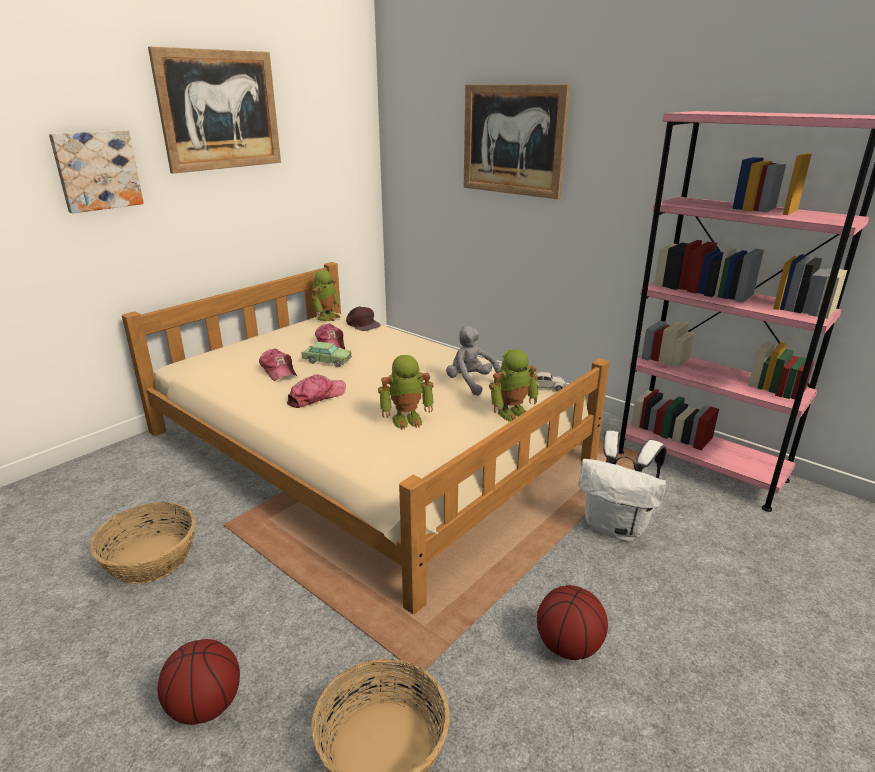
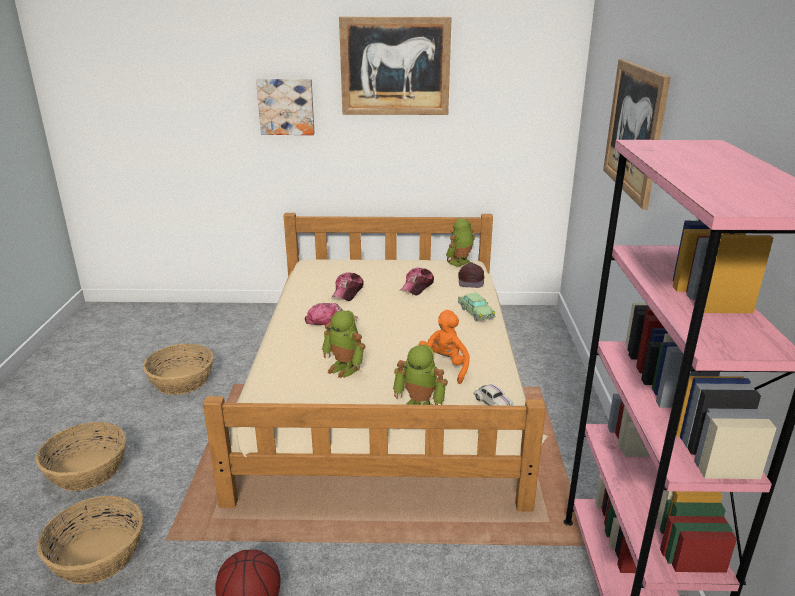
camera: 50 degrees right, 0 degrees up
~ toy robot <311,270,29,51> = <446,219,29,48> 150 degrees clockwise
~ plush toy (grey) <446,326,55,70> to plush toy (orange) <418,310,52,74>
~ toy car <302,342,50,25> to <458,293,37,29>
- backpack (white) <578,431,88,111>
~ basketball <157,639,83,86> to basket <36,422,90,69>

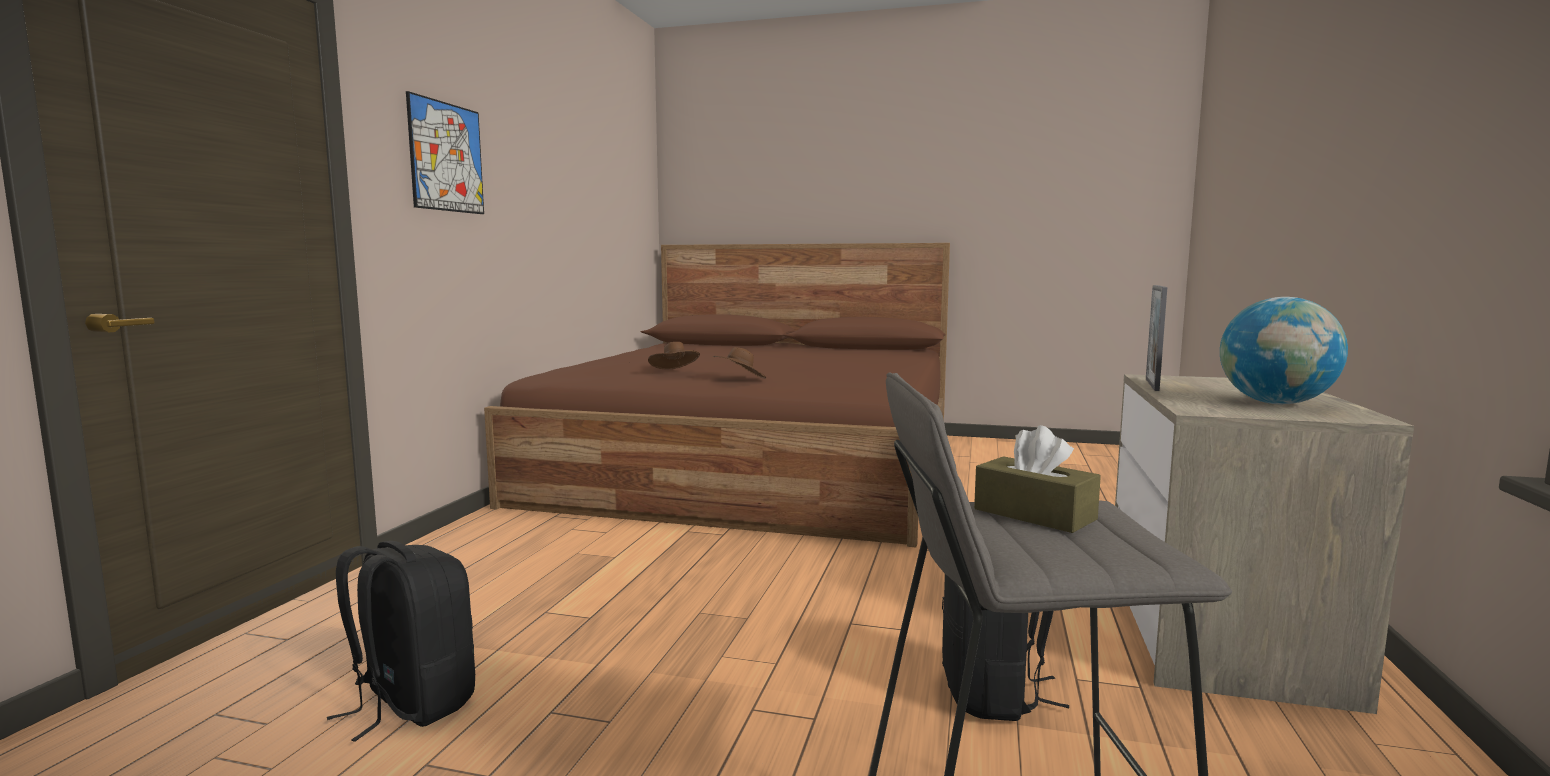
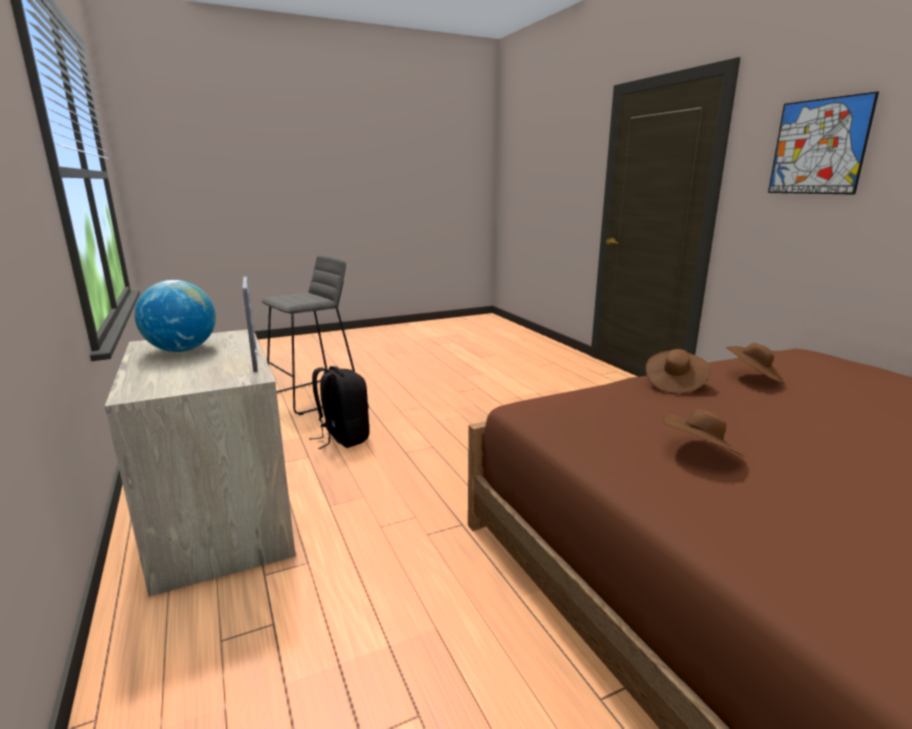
camera: 140 degrees right, 10 degrees up
- tissue box (brown) <974,425,127,108>
- backpack (black) <327,541,148,201>
+ hat (brown) <662,409,82,48>

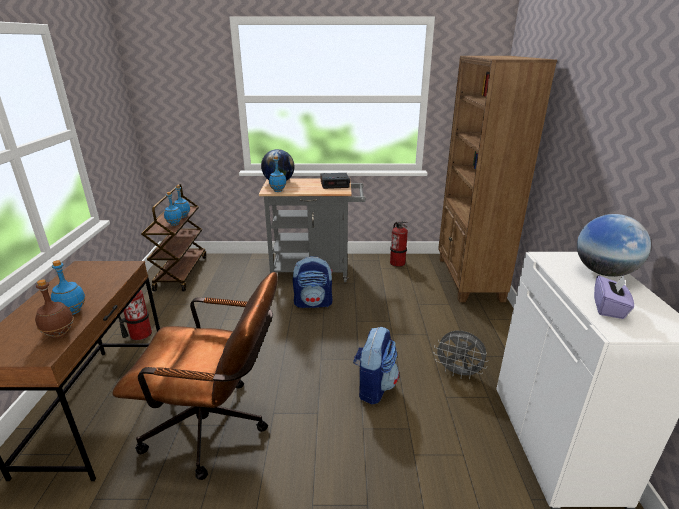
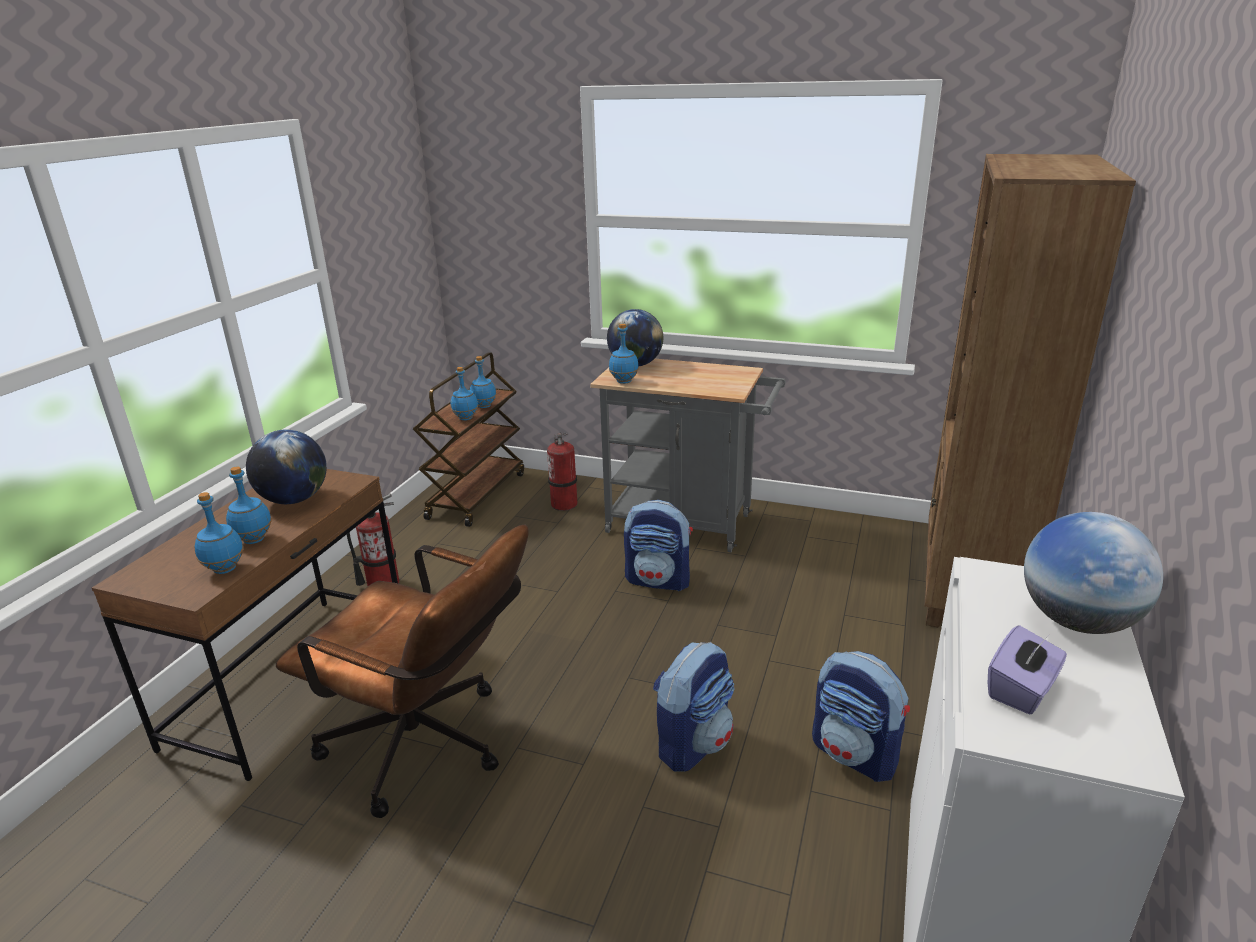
camera: 20 degrees right, 0 degrees up
- alarm clock <320,173,30,16>
~ fire extinguisher <390,221,18,46> to <547,432,30,79>
~ bottle (brown) <35,279,39,59> to bottle (blue) <195,492,49,82>
~ fan (grey) <434,331,55,48> to backpack <812,651,98,131>
+ globe <246,429,81,75>

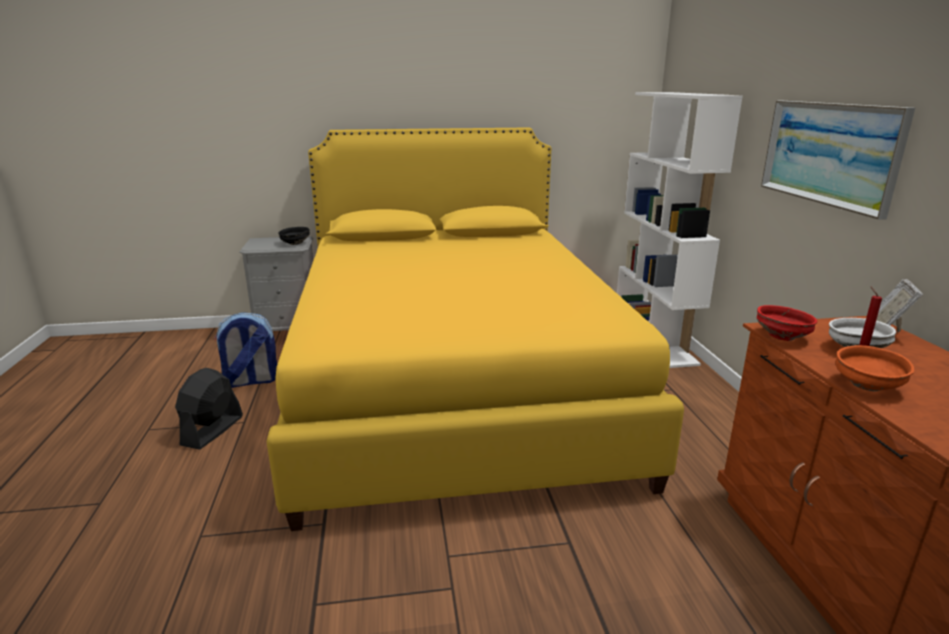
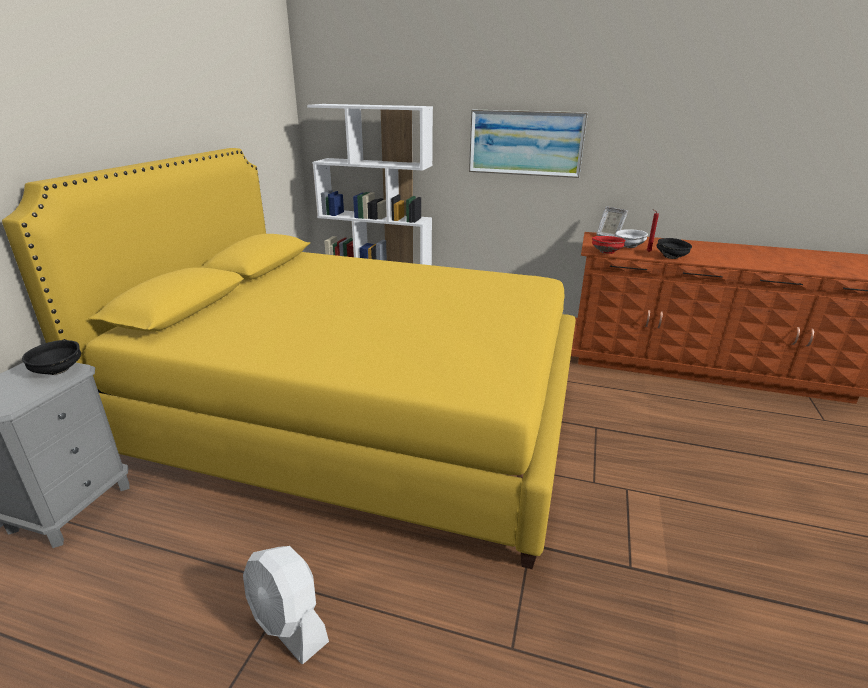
camera: 65 degrees left, 5 degrees up
- backpack <214,312,63,76>
~ bowl (orange) <835,345,79,46> to bowl (black) <656,238,36,21>
~ fan (black) <175,368,68,82> to fan (white) <243,546,86,118>

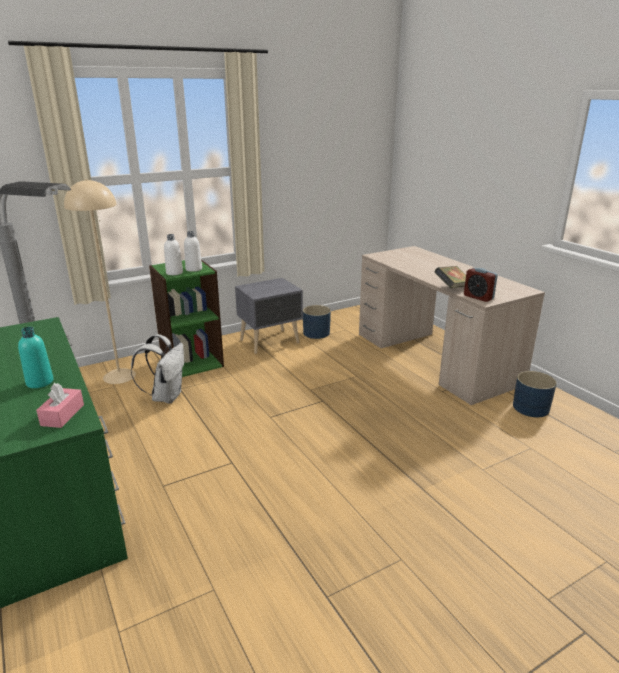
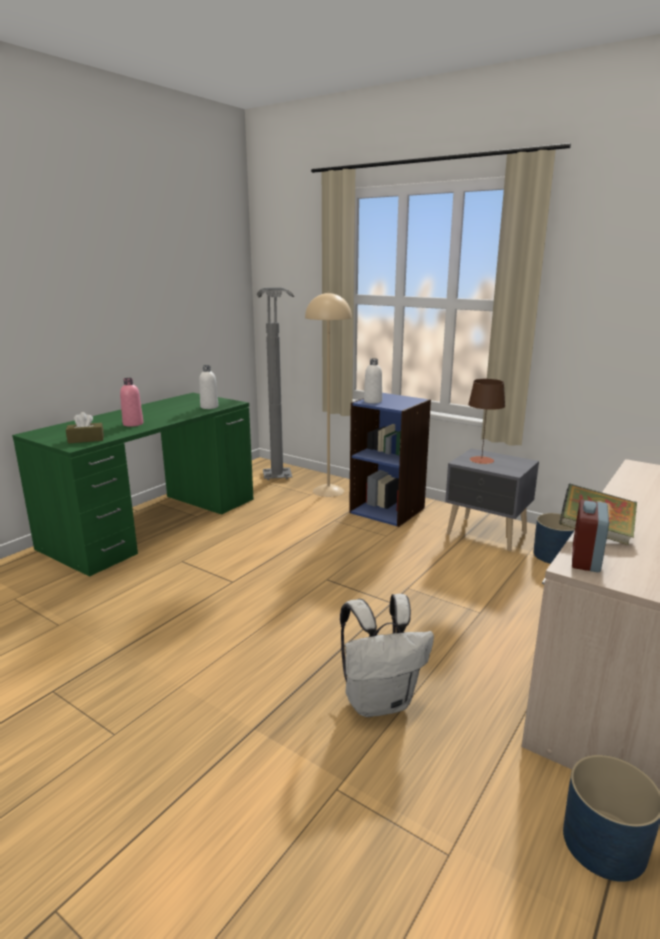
camera: 65 degrees right, 5 degrees down
~ bottle (white) <184,231,18,41> to <199,365,19,44>
~ bookcase (green) <149,260,75,117> to bookcase (blue) <349,393,82,134>
~ bottle (turquoise) <18,327,36,61> to bottle (pink) <120,378,23,49>
~ backpack (white) <131,334,53,70> to <340,594,94,123>
~ tissue box (pink) <36,383,48,45> to tissue box (brown) <66,412,38,32>
+ table lamp (brown) <468,379,37,85>

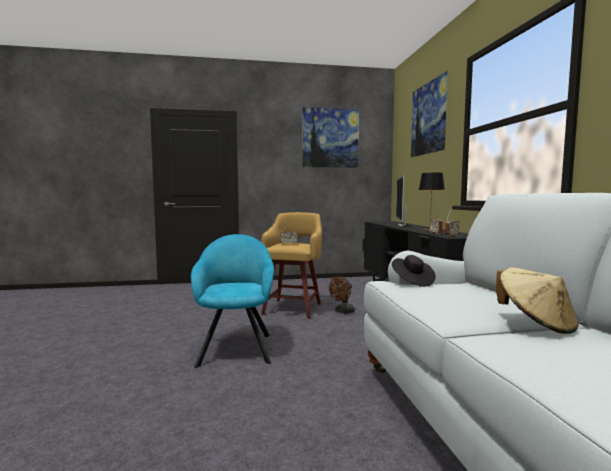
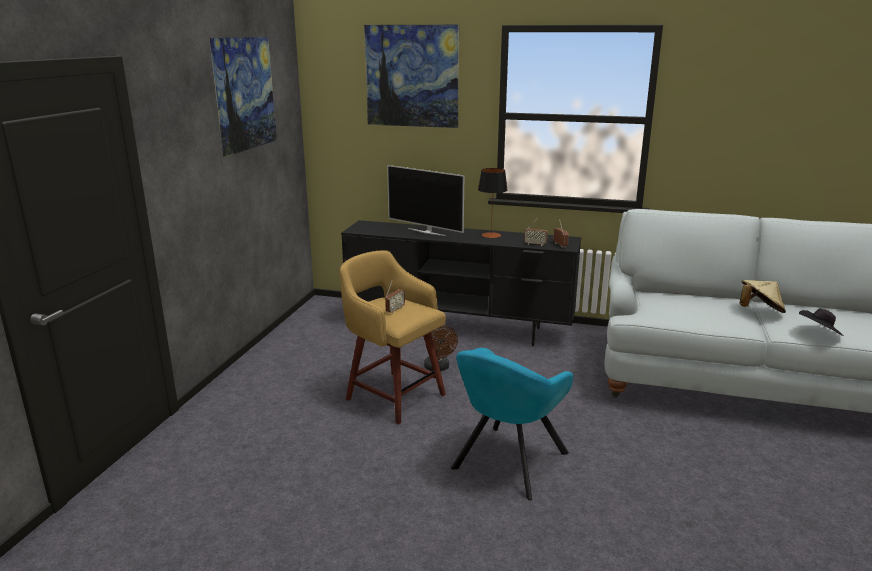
camera: 65 degrees left, 15 degrees up
~ armchair (turquoise) <191,234,83,134> = <451,348,122,153> 75 degrees counterclockwise
~ hat (black) <392,255,43,32> to <799,308,45,28>

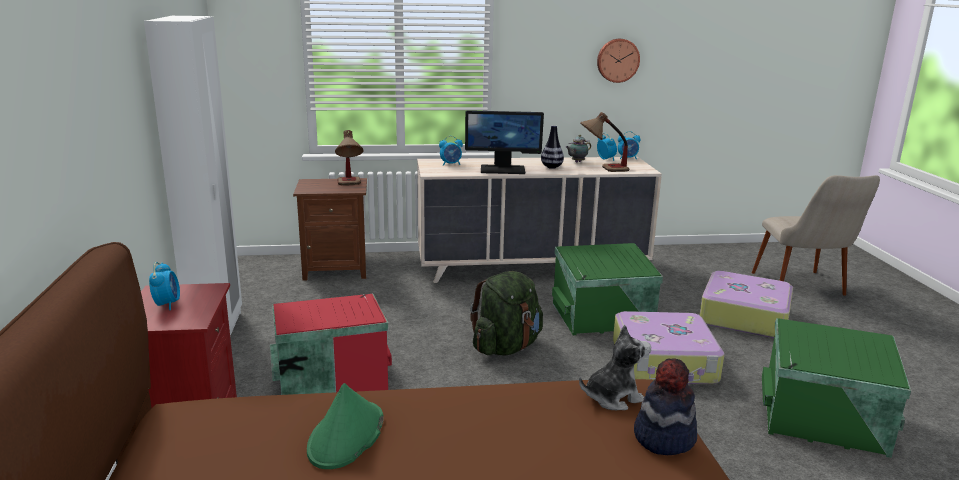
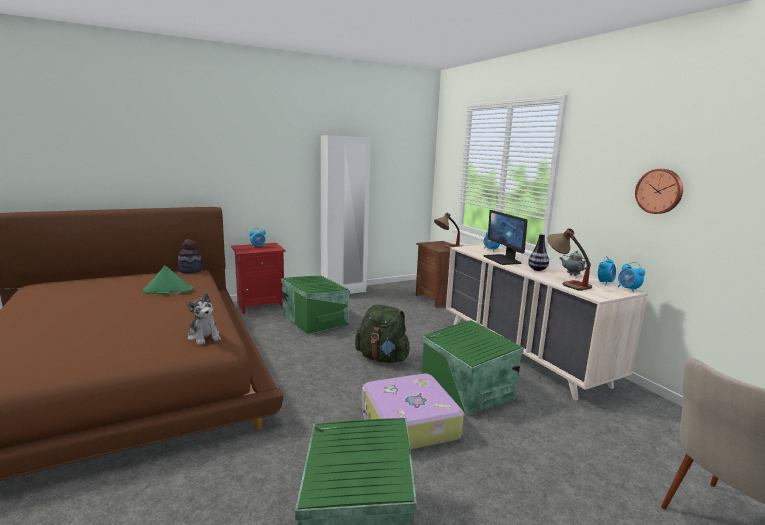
camera: 70 degrees right, 5 degrees down
- suitcase <700,271,93,67>
~ storage box (red) <270,294,122,101> to storage box (green) <281,276,69,59>
~ hat <634,358,63,97> to <177,239,26,34>

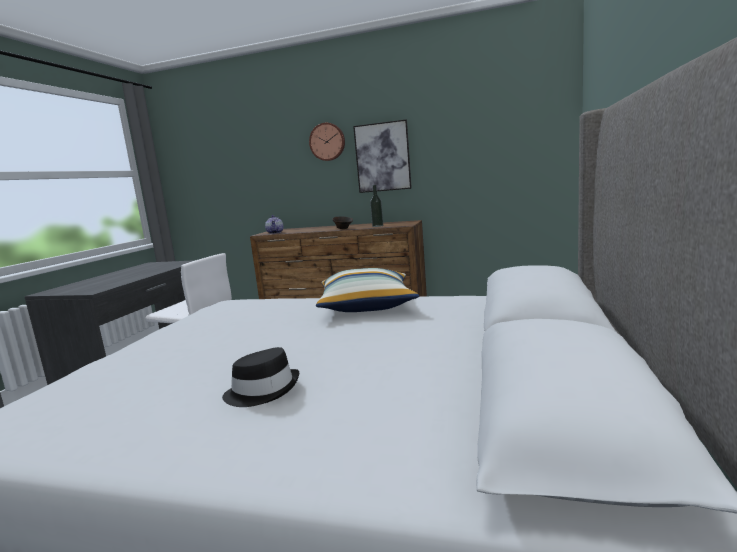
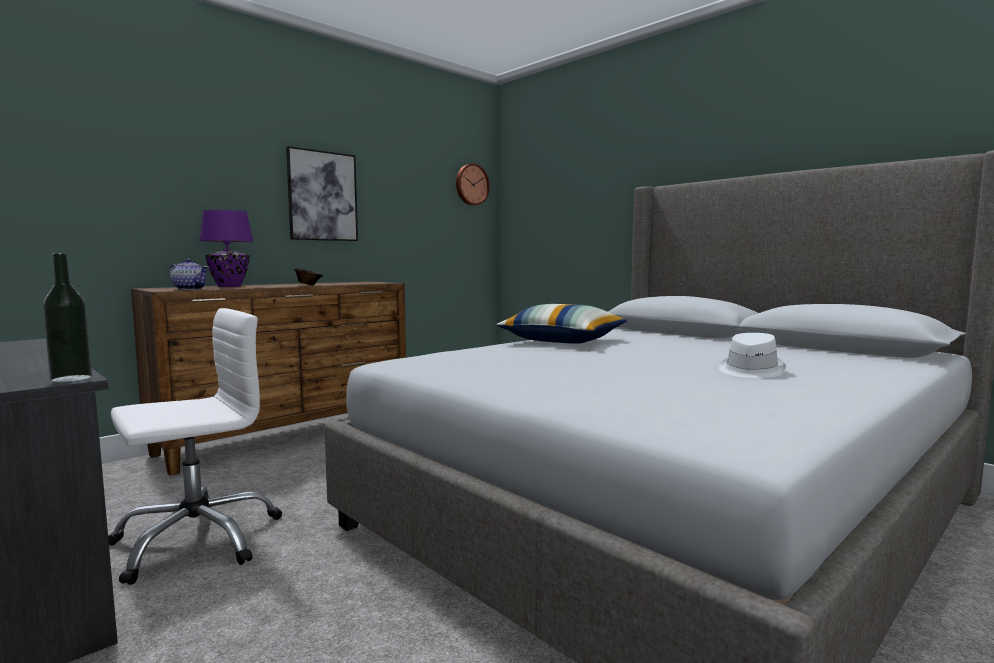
camera: 60 degrees left, 5 degrees down
~ wall clock <309,123,36,38> to <456,164,34,42>
~ bottle <370,185,13,42> to <43,253,49,129>
~ hat (black) <222,347,77,60> to hat (white) <719,333,67,45>
+ table lamp (purple) <199,210,55,77>

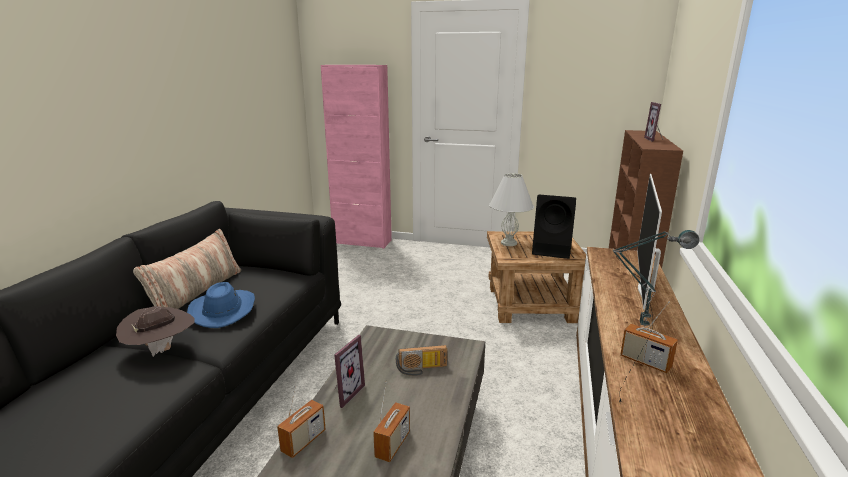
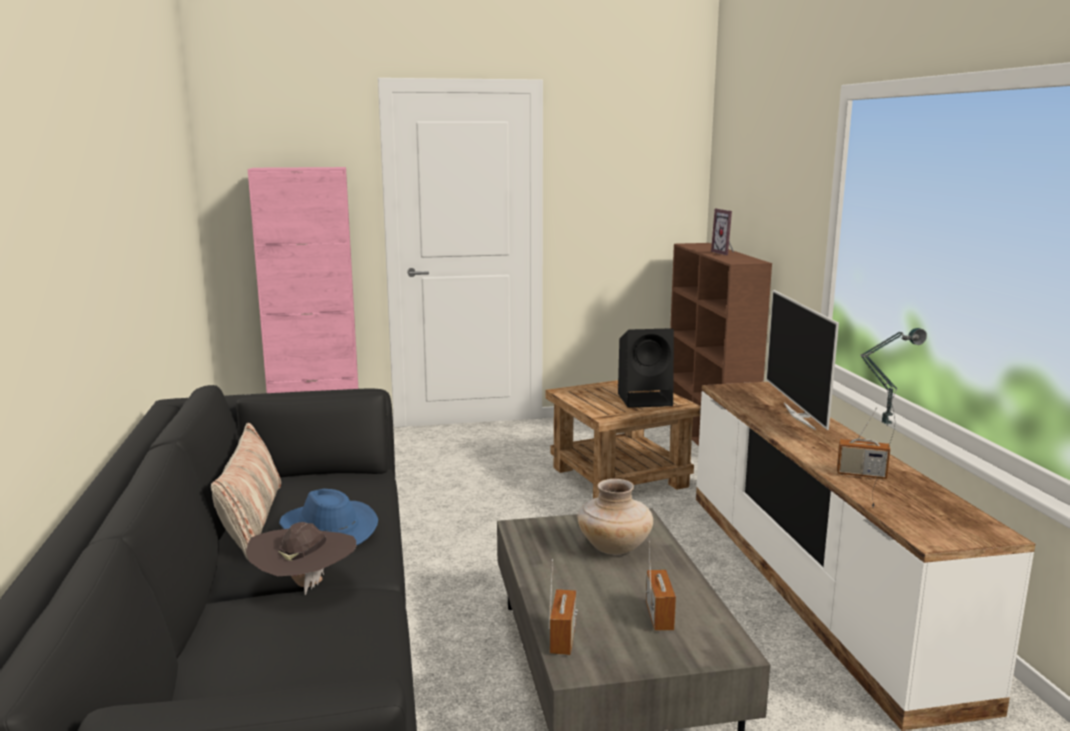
camera: 25 degrees left, 5 degrees down
- table lamp (white) <489,173,45,73>
- picture frame <334,335,31,73>
~ radio <396,345,51,31> to vase (beige) <578,479,75,76>

